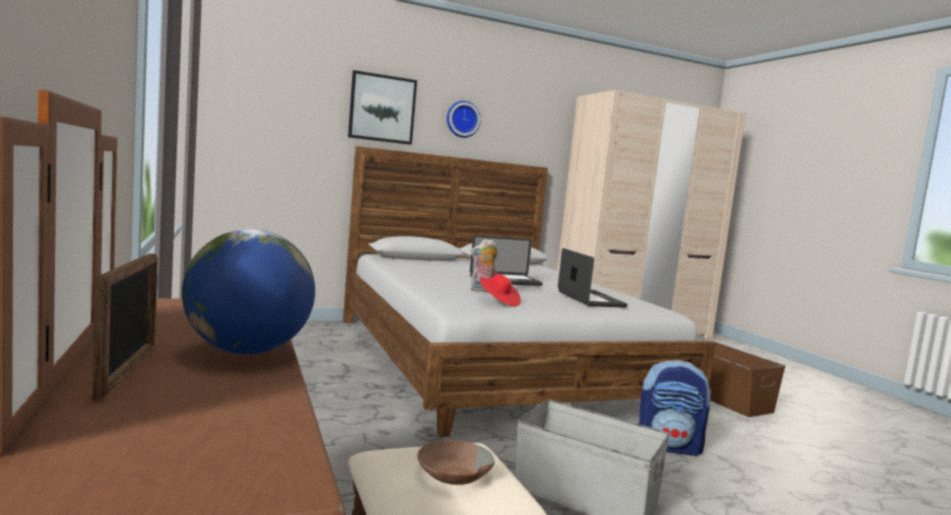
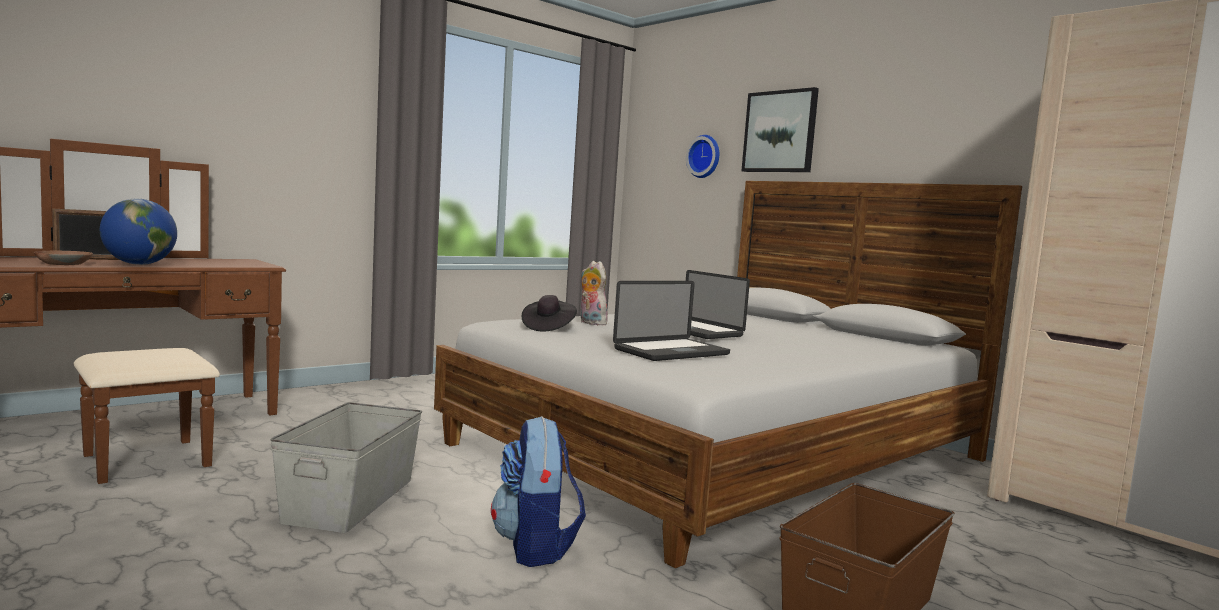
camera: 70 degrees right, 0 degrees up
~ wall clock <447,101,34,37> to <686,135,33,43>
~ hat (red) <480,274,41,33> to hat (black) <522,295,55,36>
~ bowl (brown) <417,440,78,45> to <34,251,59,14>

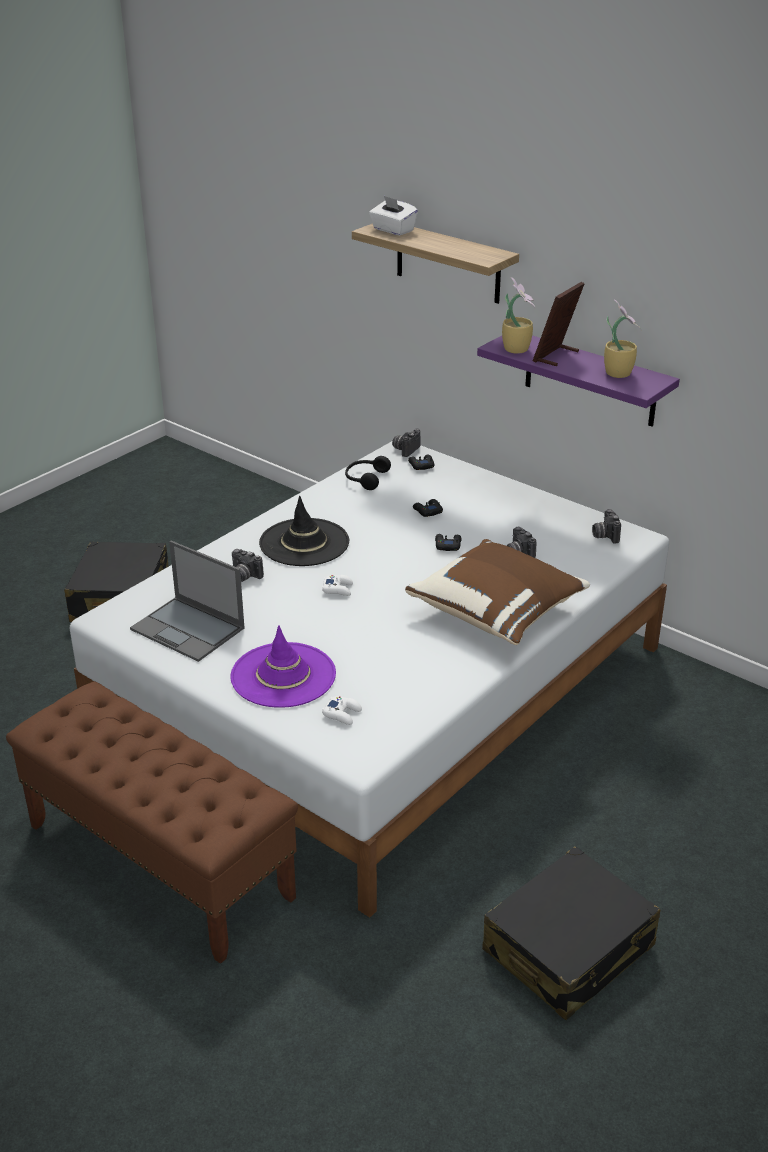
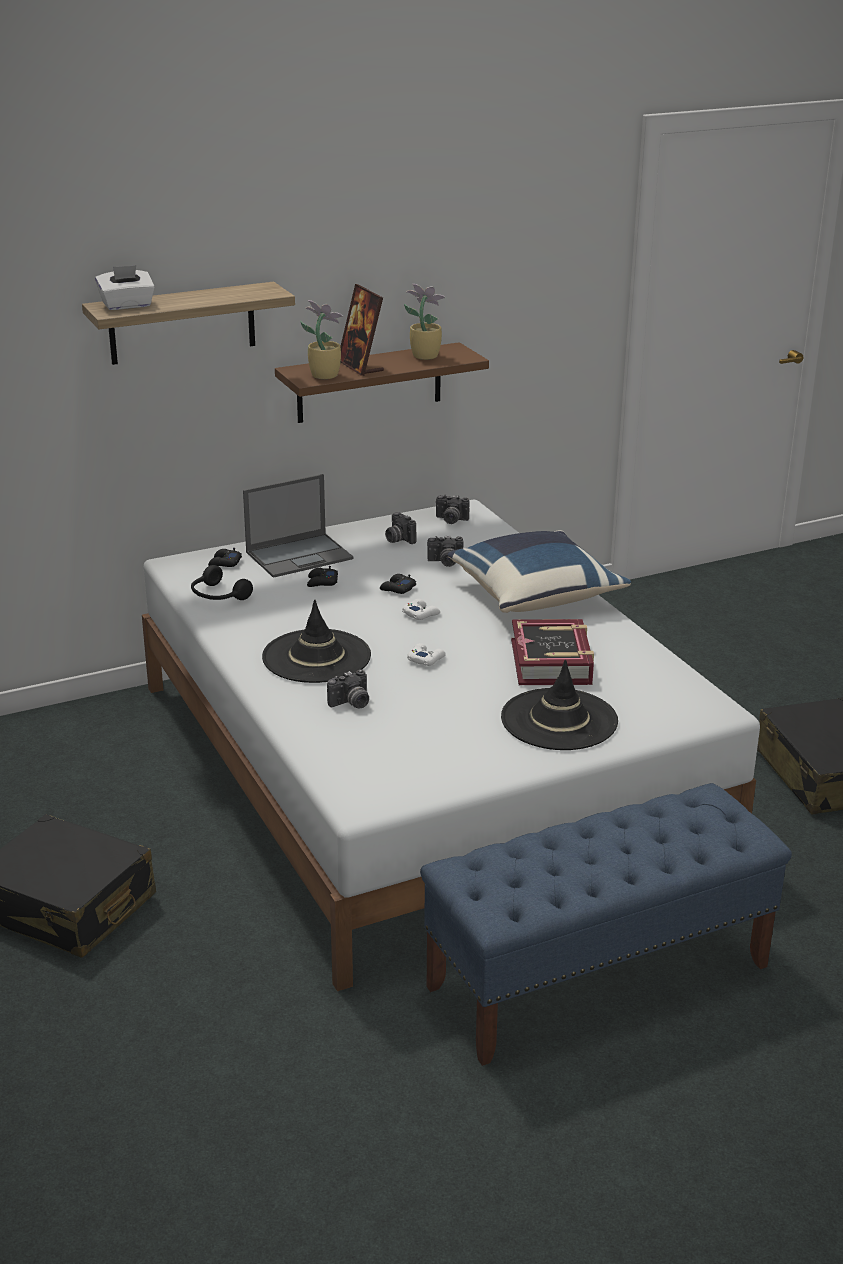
camera: 65 degrees left, 5 degrees down
~ shelf (purple) <477,336,203,91> to shelf (brown) <275,342,214,81>
~ photo camera <392,428,29,29> to <385,512,32,32>
~ pillow (brown) <405,539,185,106> to pillow (blue) <447,530,184,83>
~ laptop <130,540,115,122> to <243,474,110,104>
~ hat (purple) <230,625,106,83> to hat (black) <501,659,117,91>
~ bench (brown) <6,681,292,283> to bench (blue) <420,783,372,283>
~ game controller (white) <322,696,40,29> to <402,599,38,21>
+ book <511,619,83,66>

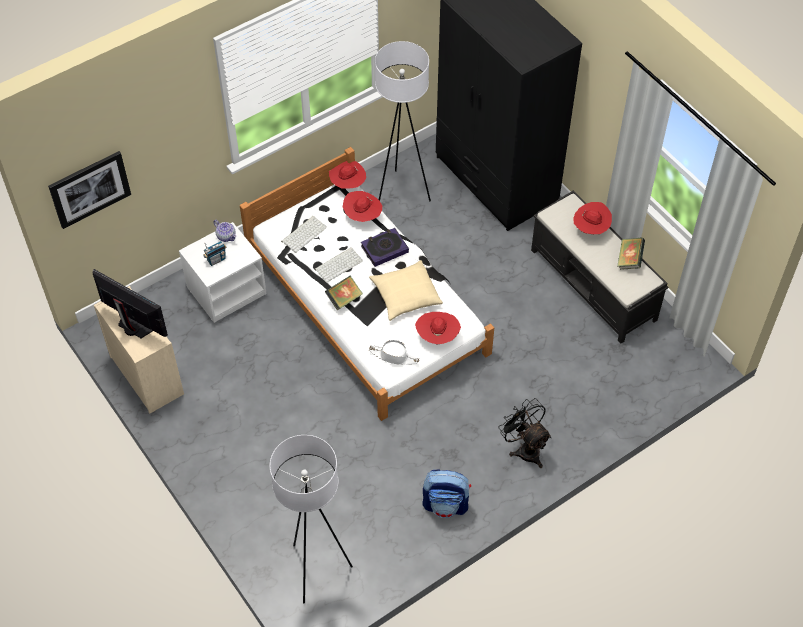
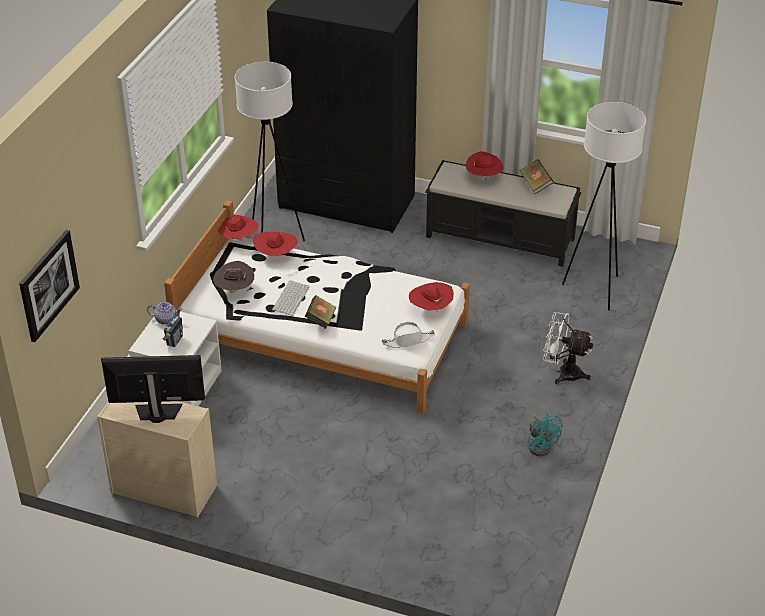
camera: 35 degrees left, 15 degrees down
~ keyboard <281,216,46,37> to hat (brown) <213,261,41,32>
- book <361,228,48,39>
- pillow (beige) <369,260,74,61>
~ fan (black) <498,398,53,70> to fan (white) <543,312,50,72>
~ floor lamp (white) <270,435,83,168> to <562,102,84,208>
~ backpack <422,469,49,49> to fan (turquoise) <527,413,36,43>

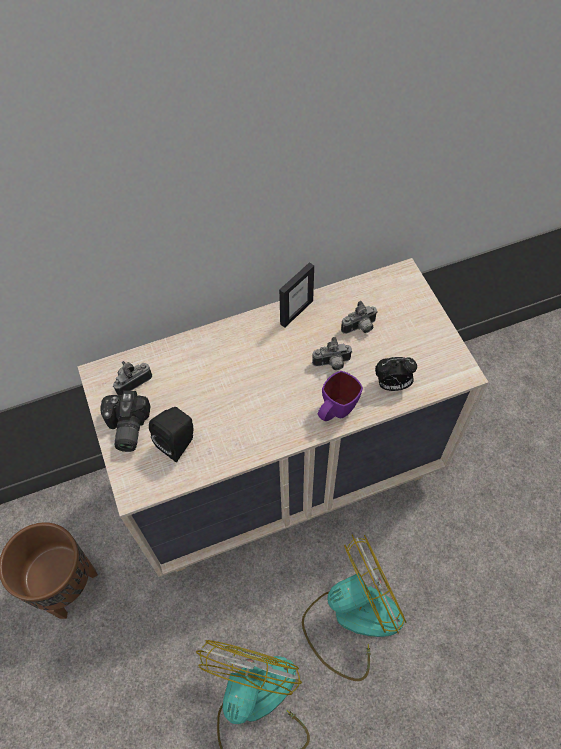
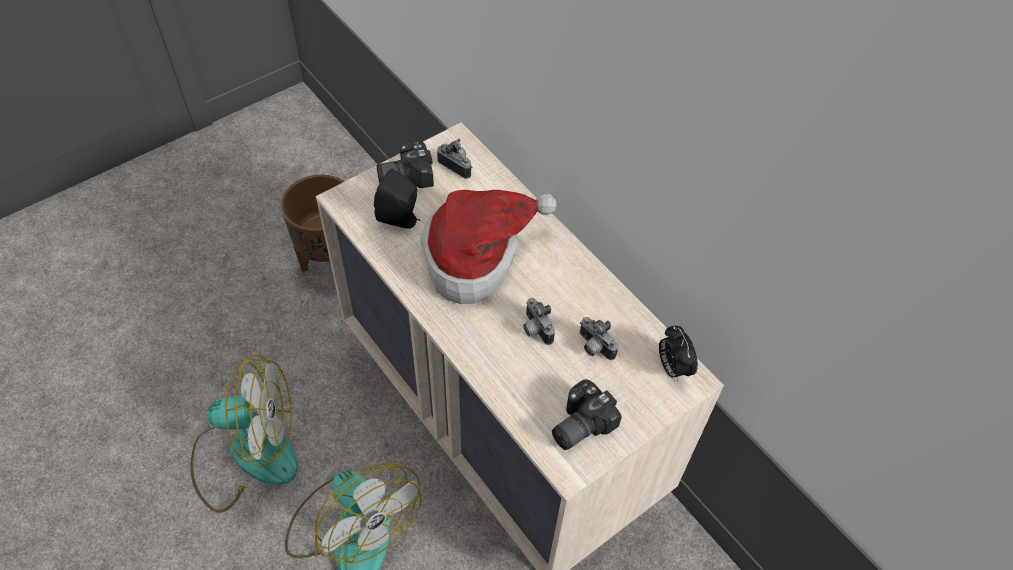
camera: 70 degrees right, 5 degrees down
- picture frame <279,262,35,66>
~ alarm clock <375,357,42,34> to <659,326,39,56>
- mug (purple) <318,371,45,50>
+ hat <420,190,137,114>
+ photo camera <552,379,70,71>

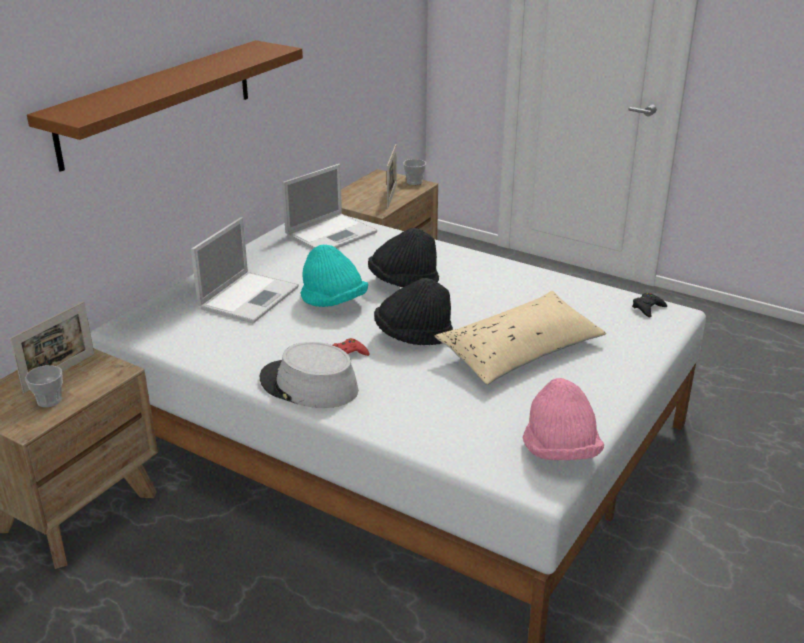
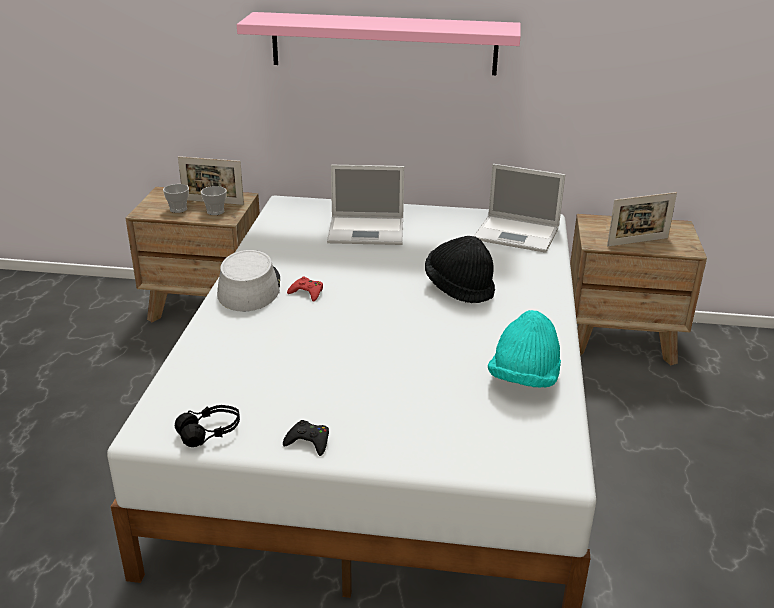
camera: 65 degrees right, 0 degrees up
~ shelf (brown) <27,40,276,132> to shelf (pink) <237,12,284,63>
~ cup <403,159,23,26> to <201,186,26,29>
~ hat (turquoise) <301,244,67,63> to <488,310,73,78>
- hat (black) <374,278,79,67>
- pillow (beige) <434,291,172,94>
~ game controller (black) <632,293,35,24> to <283,420,46,36>
~ hat (pink) <523,378,81,82> to headphones (black) <175,405,65,42>

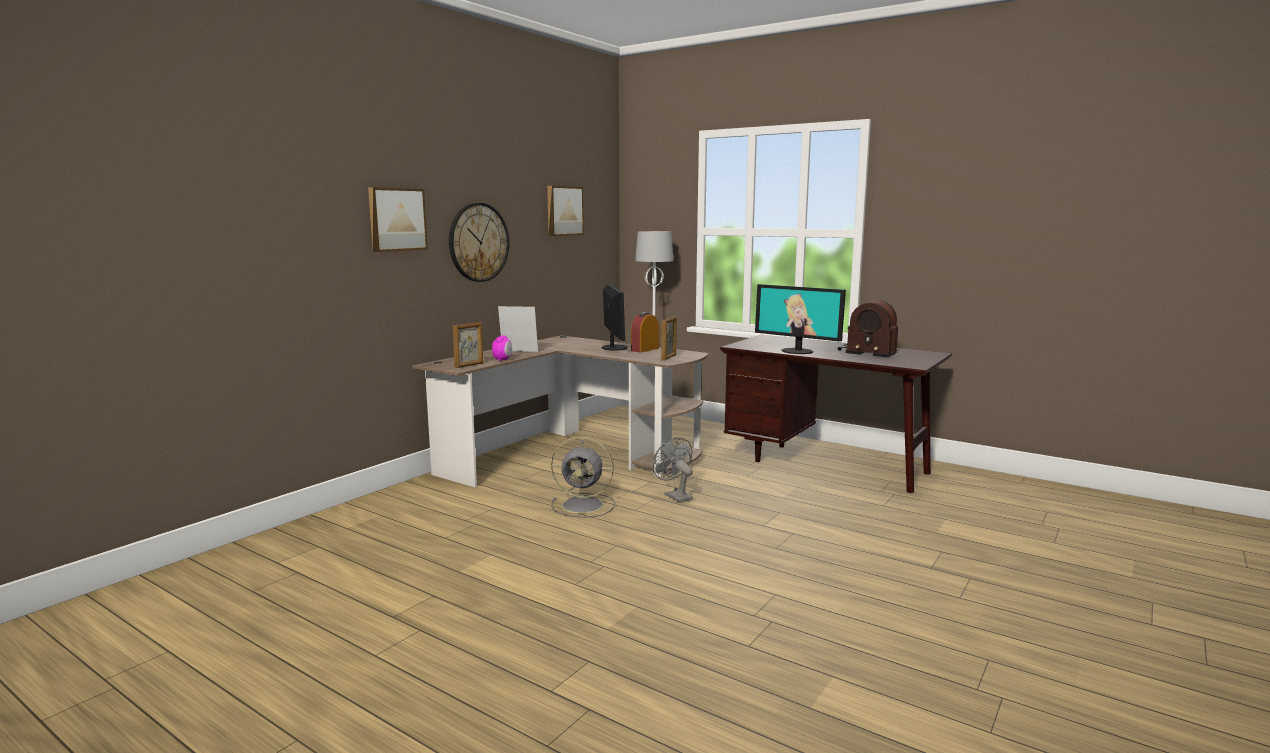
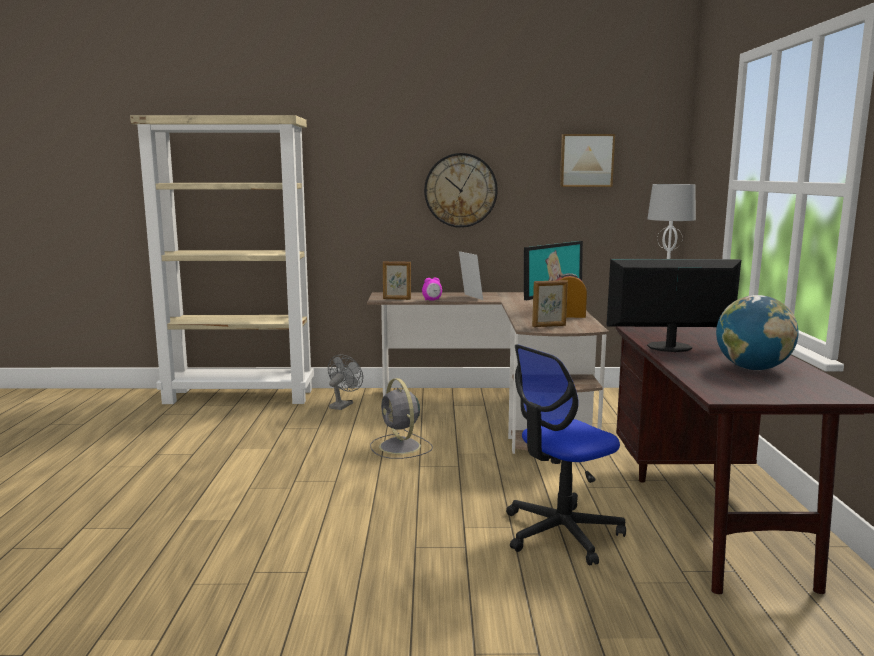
camera: 55 degrees right, 0 degrees up
- picture <368,187,60,65>
~ monitor <755,284,91,70> = <607,259,134,93> 90 degrees clockwise
~ radio <838,300,60,57> to globe <716,295,83,75>
~ fan (grey) <653,437,40,66> to <328,355,35,55>
+ bookcase (beige) <130,115,184,289>
+ office chair <506,344,120,221>

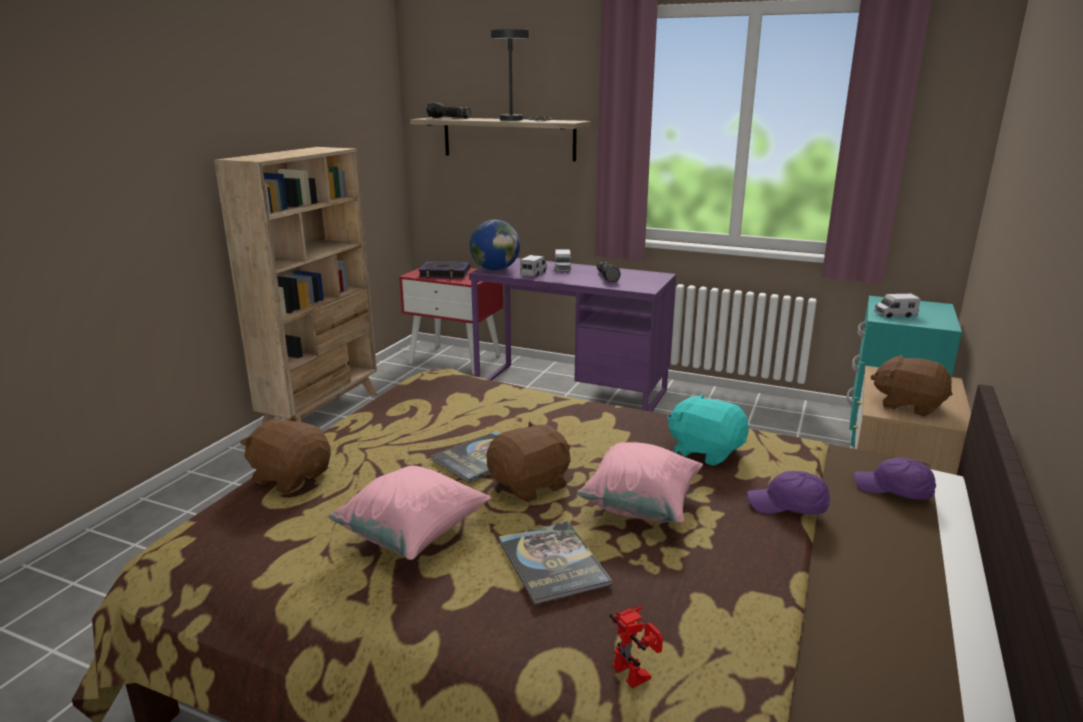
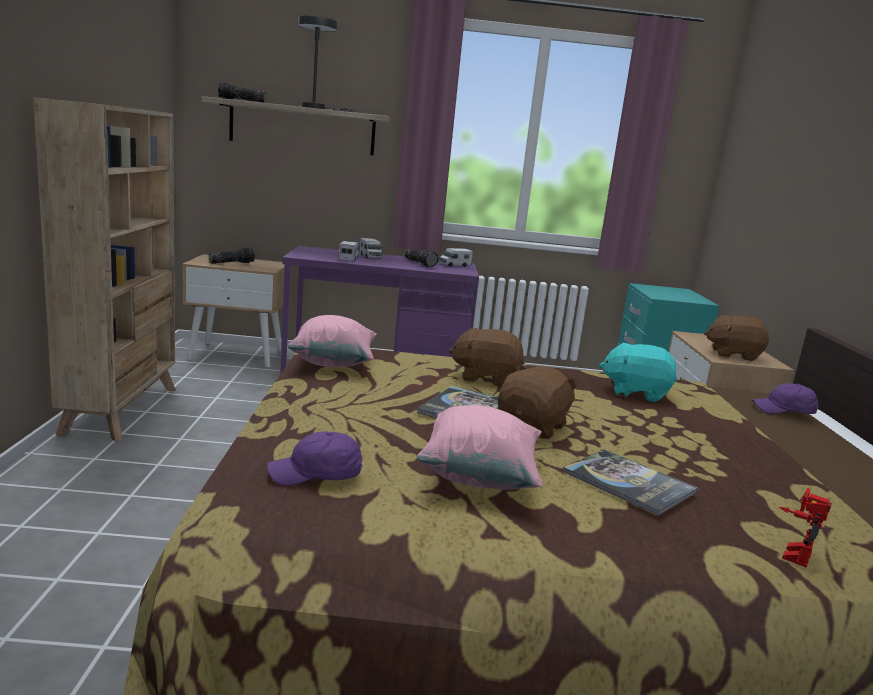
camera: 25 degrees left, 5 degrees down
- globe <470,220,50,51>
~ book <418,261,52,18> to flashlight <209,248,46,16>
~ nightstand (red) <399,268,105,106> to nightstand (beige) <182,254,103,113>
~ toy truck <874,294,47,24> to <439,248,34,19>
~ plush toy (brown) <240,415,91,79> to <449,328,76,59>
~ pillow (pink) <578,442,125,81> to <288,315,89,52>
~ cap (purple) <747,471,83,44> to <267,431,95,55>
~ toy robot <609,606,54,82> = <779,488,53,80> 90 degrees counterclockwise

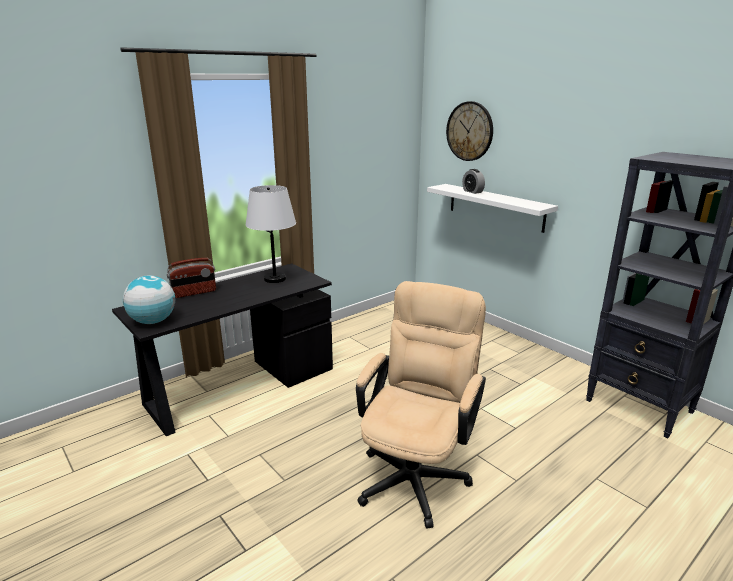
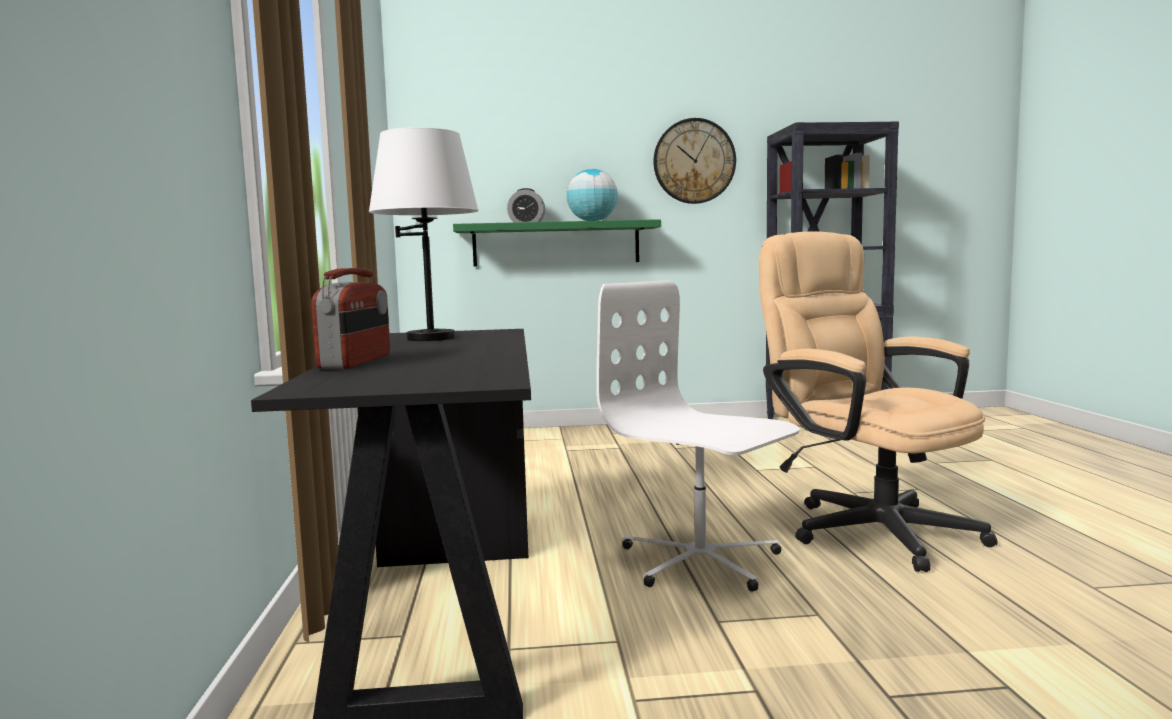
camera: 55 degrees left, 15 degrees down
~ wall clock <446,101,47,60> to <653,118,83,86>
~ shelf (white) <427,184,131,49> to shelf (green) <453,219,208,47>
~ globe <123,275,52,49> to <566,169,52,52>
+ office chair (white) <597,280,203,312>

